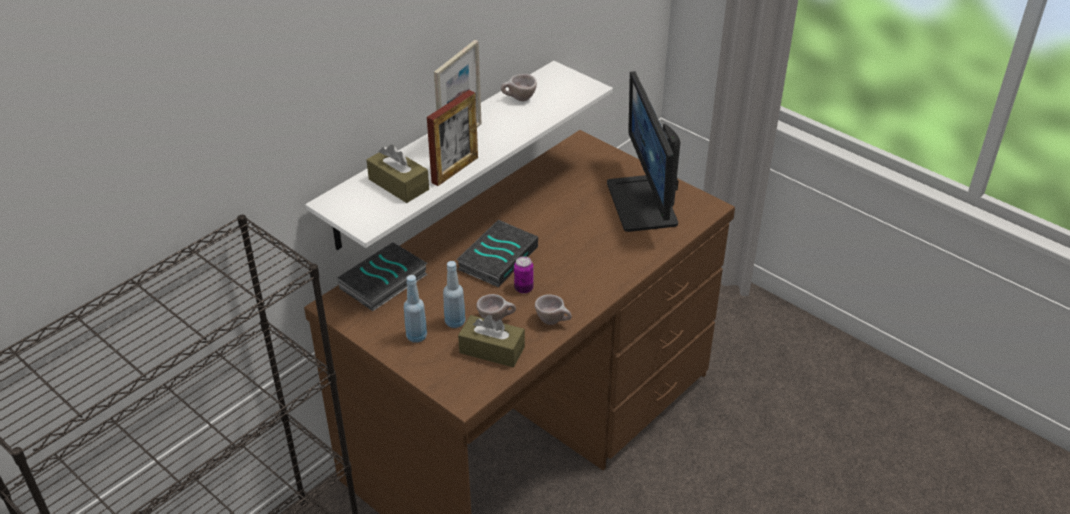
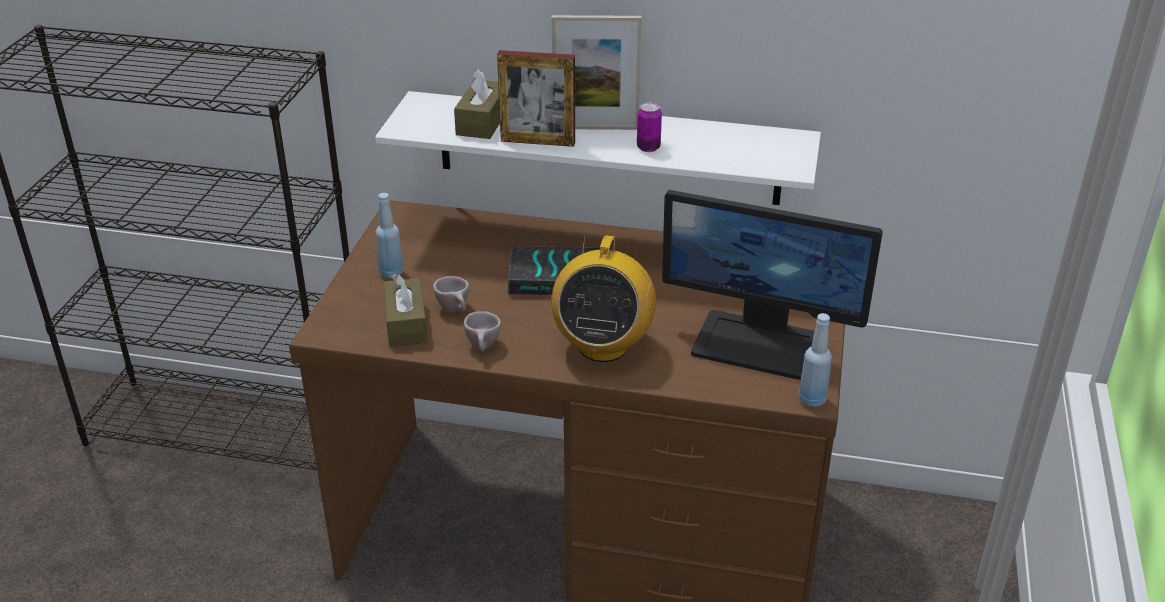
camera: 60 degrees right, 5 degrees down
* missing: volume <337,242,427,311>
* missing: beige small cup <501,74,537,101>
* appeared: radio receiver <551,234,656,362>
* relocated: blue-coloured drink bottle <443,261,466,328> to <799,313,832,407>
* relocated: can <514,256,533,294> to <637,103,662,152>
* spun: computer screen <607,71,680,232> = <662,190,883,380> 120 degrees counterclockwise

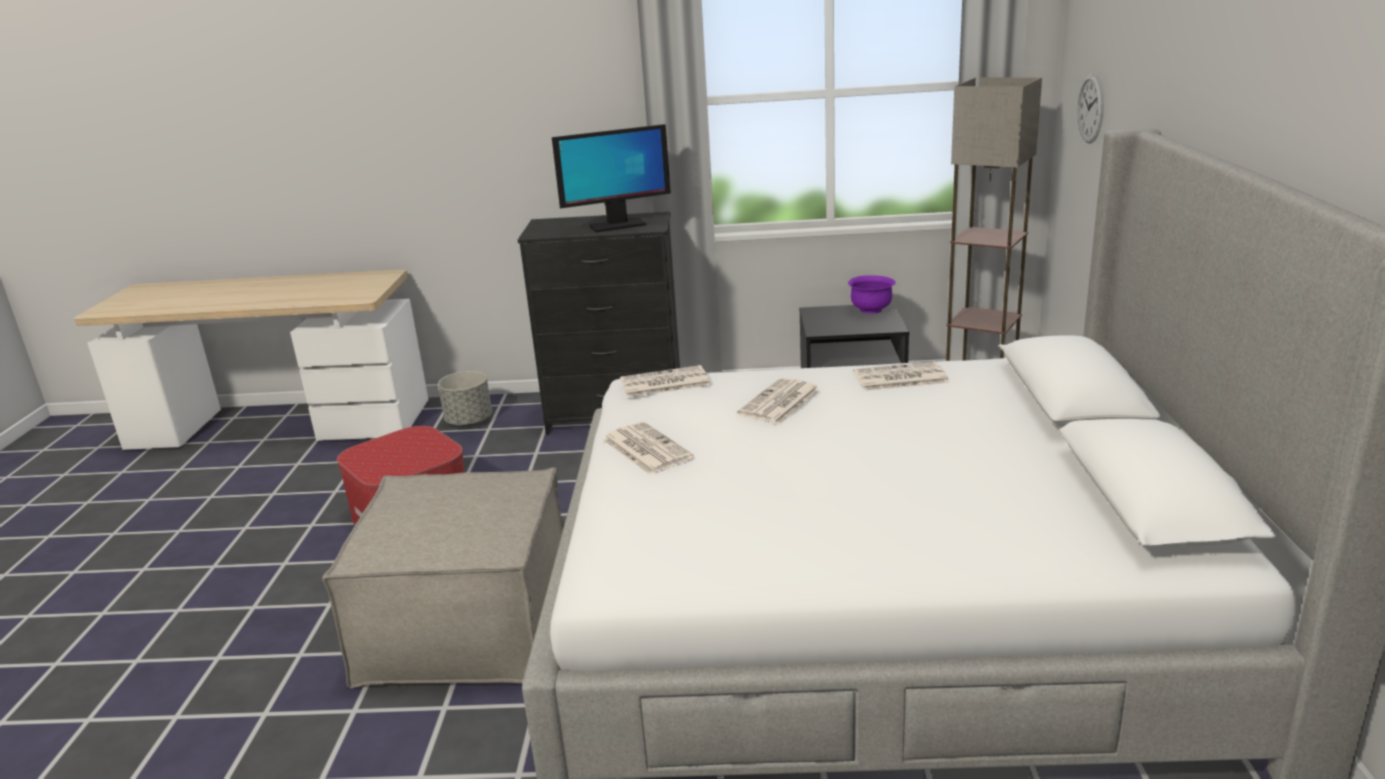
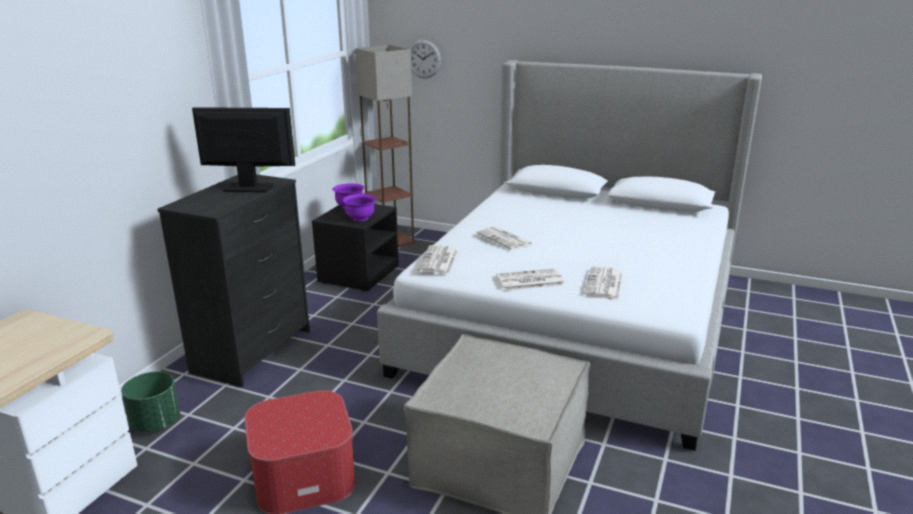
camera: 70 degrees left, 0 degrees up
* appeared: purple bowl <343,194,376,221>
* relocated: newspaper <853,361,949,391> to <584,266,623,300>
* colour: greyish flower pot <438,371,492,426> to green-coloured flower pot <121,372,180,432>
* spun: computer screen <552,124,671,232> = <192,107,295,193> 90 degrees counterclockwise

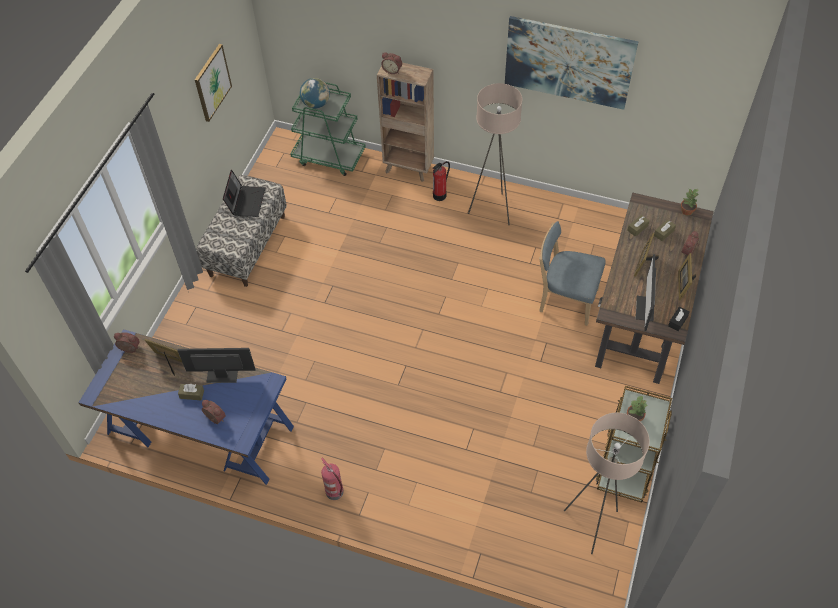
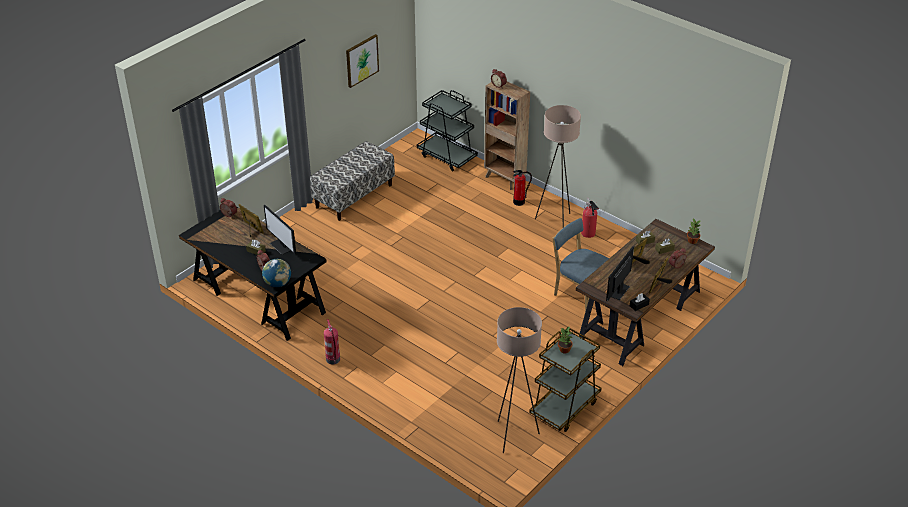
camera: 20 degrees right, 15 degrees down
* missing: notebook computer <223,170,265,217>
* missing: wall art <505,16,639,110>
* appeared: extinguisher <581,198,599,238>
* relocated: world globe <300,78,330,108> to <262,259,291,287>
* colour: blue-coloured desk table <78,329,294,485> to black-coloured desk table <179,206,327,341>
* colour: green-coloured wheeled cart <290,82,366,176> to black-coloured wheeled cart <417,90,478,171>
* spun: computer screen <177,348,255,383> = <264,205,296,255> 150 degrees counterclockwise

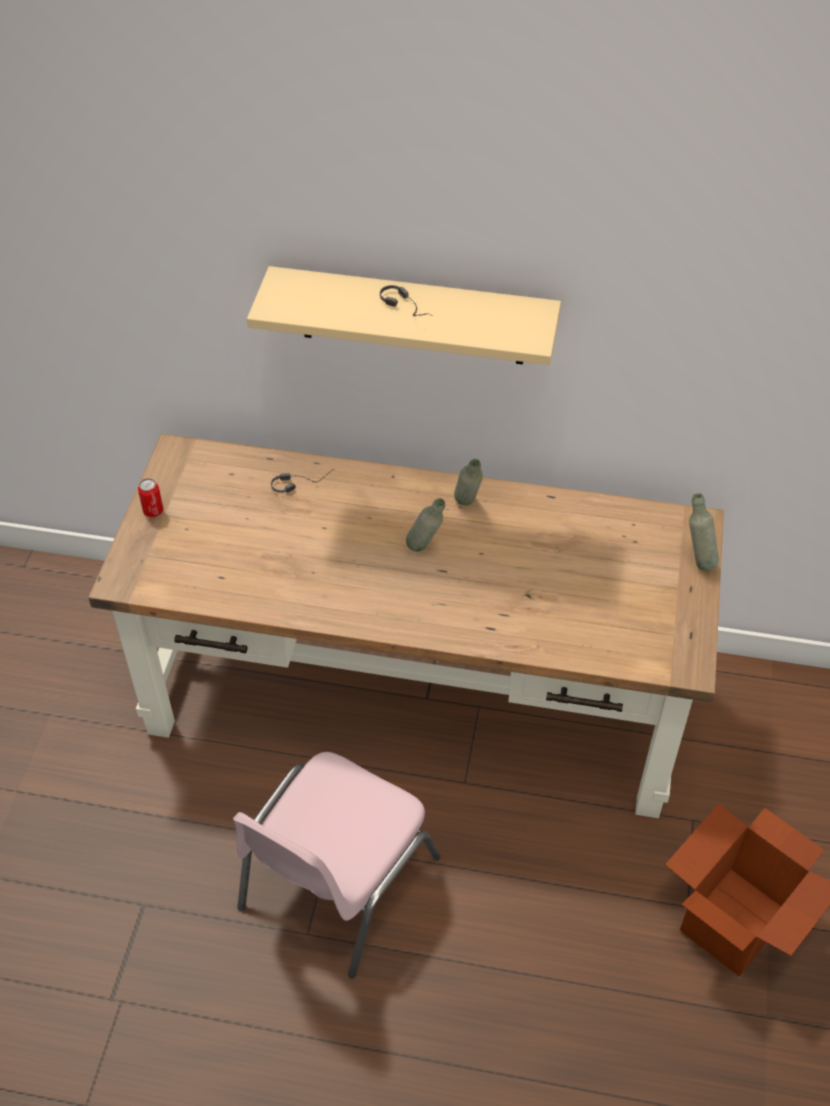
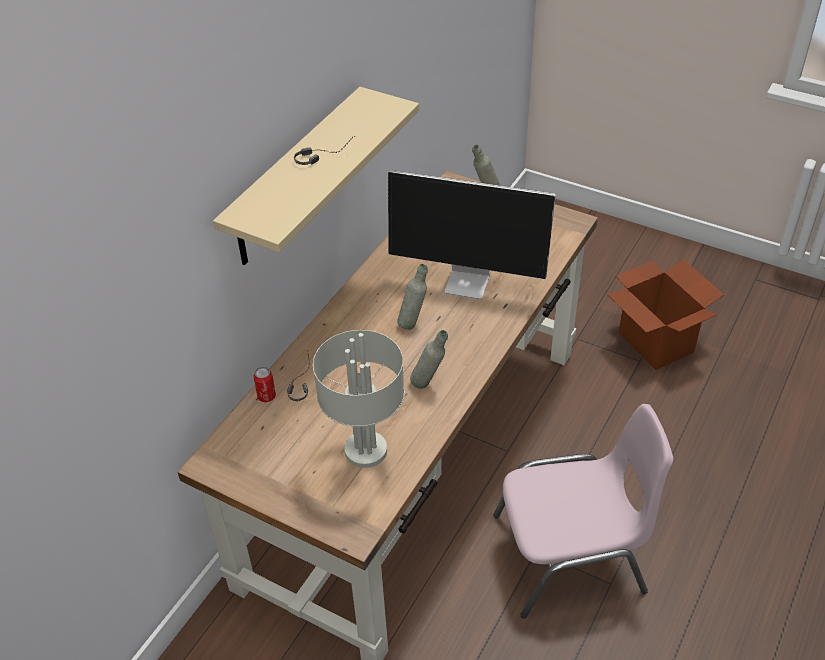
camera: 70 degrees left, 5 degrees down
* appeared: greyish tabletop lamp <313,330,404,468>
* appeared: computer screen <388,170,556,300>
* relocated: can <138,478,163,517> to <253,367,276,402>
* relocated: greyish drink bottle <454,459,483,505> to <410,330,448,389>
* spun: pink plain chair <233,752,441,978> = <493,404,673,619> 60 degrees counterclockwise

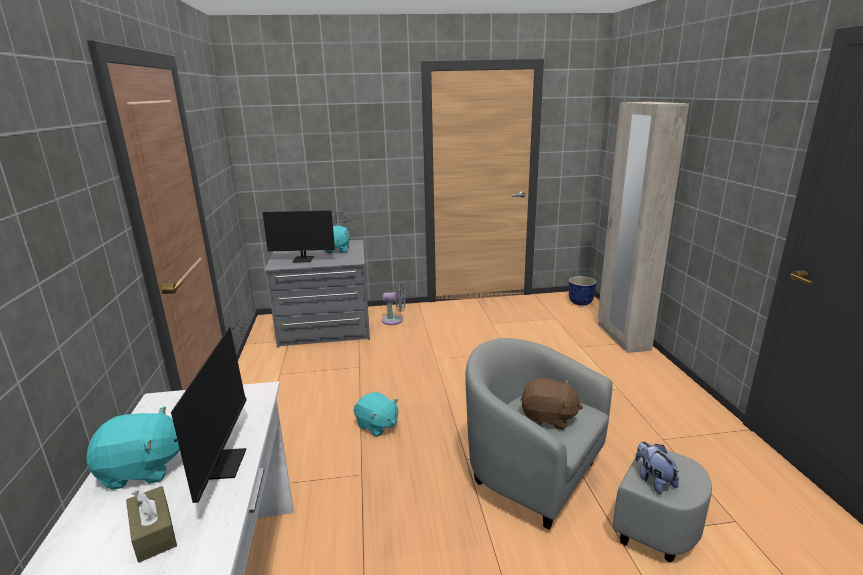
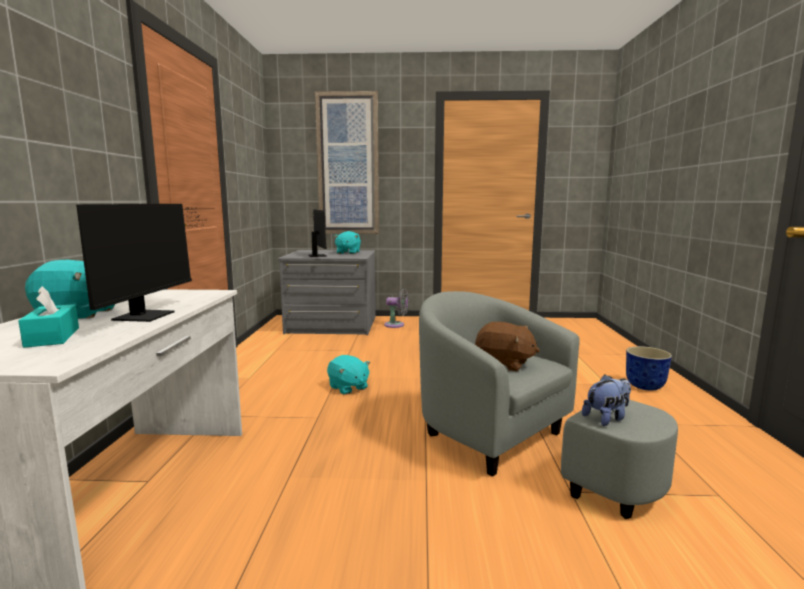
camera: 10 degrees right, 10 degrees down
* missing: beige wardrobe <598,102,689,353>
* appeared: wall art <315,91,379,234>
* relocated: flower pot <569,276,597,306> to <626,346,672,391>
* colour: brownish box of tissues <126,486,177,563> to turquoise-coloured box of tissues <18,286,79,348>
* spun: computer screen <262,211,350,263> = <308,209,327,257> 120 degrees counterclockwise
* spun: cuddly toy <635,442,679,495> = <582,374,631,426> 75 degrees clockwise

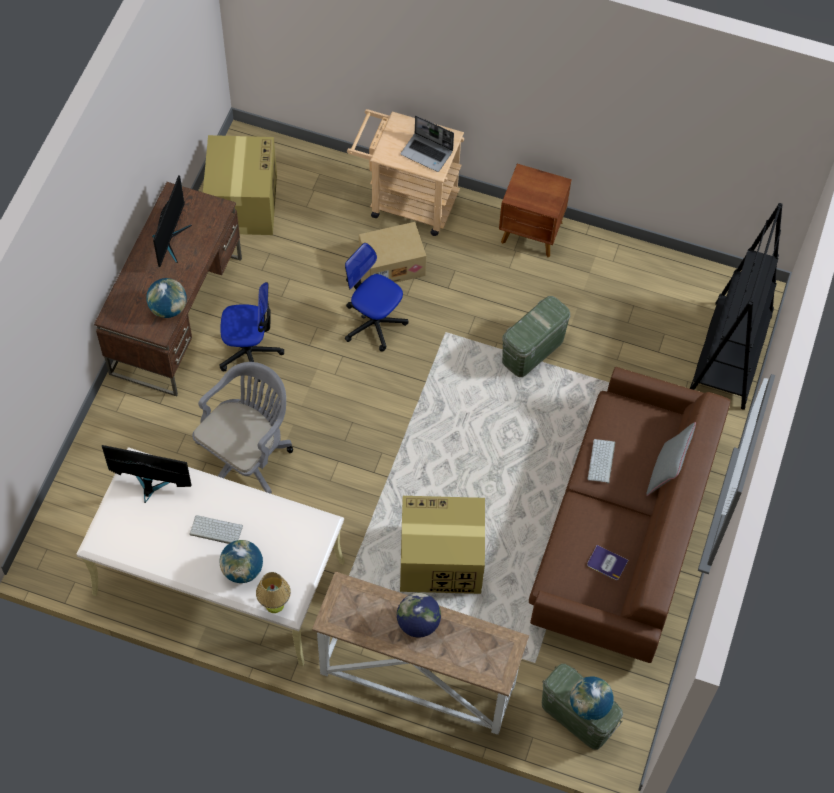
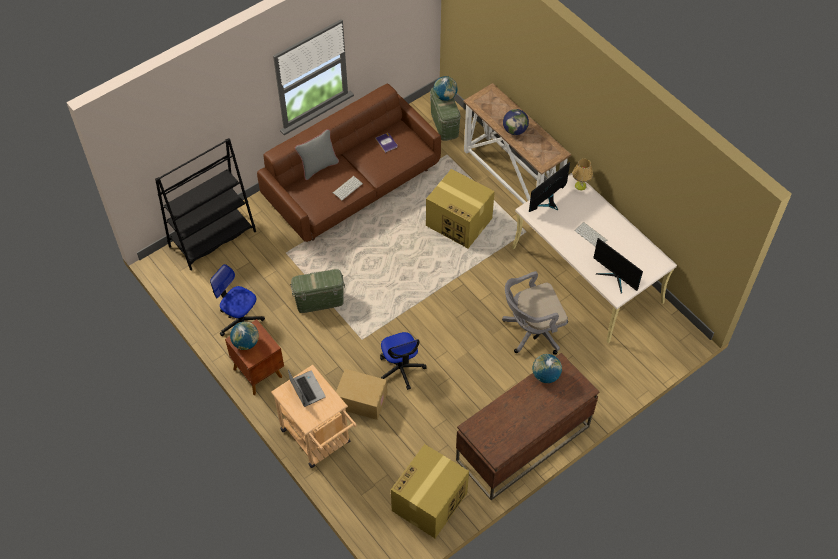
camera: 145 degrees left, 5 degrees down
* relocated: computer screen <152,175,192,267> to <529,162,570,212>
* relocated: computer chair <219,282,284,382> to <210,264,265,336>
* relocated: world globe <220,540,263,583> to <230,322,259,350>

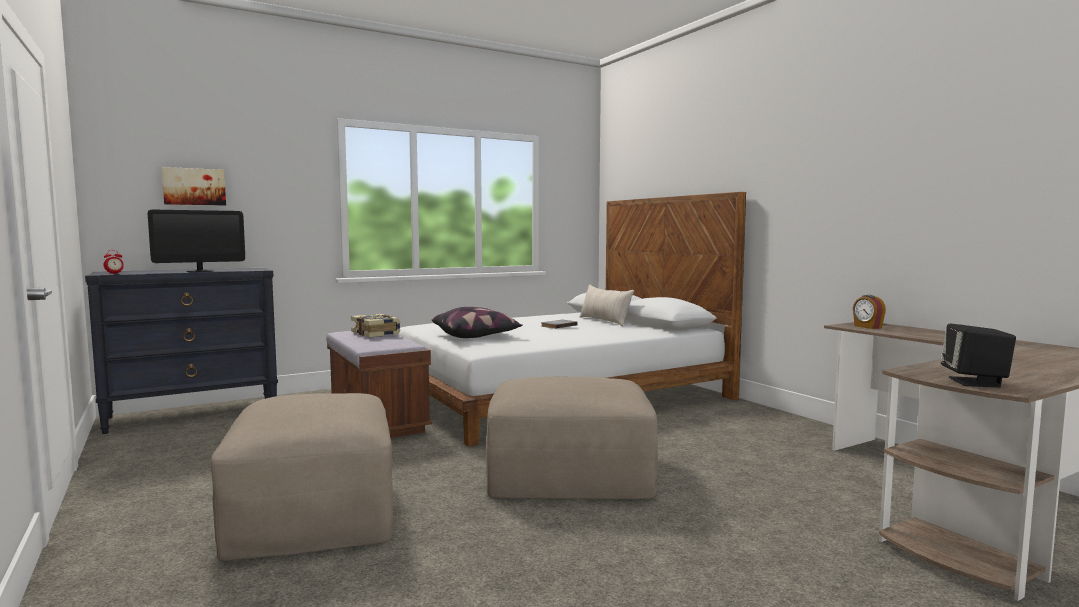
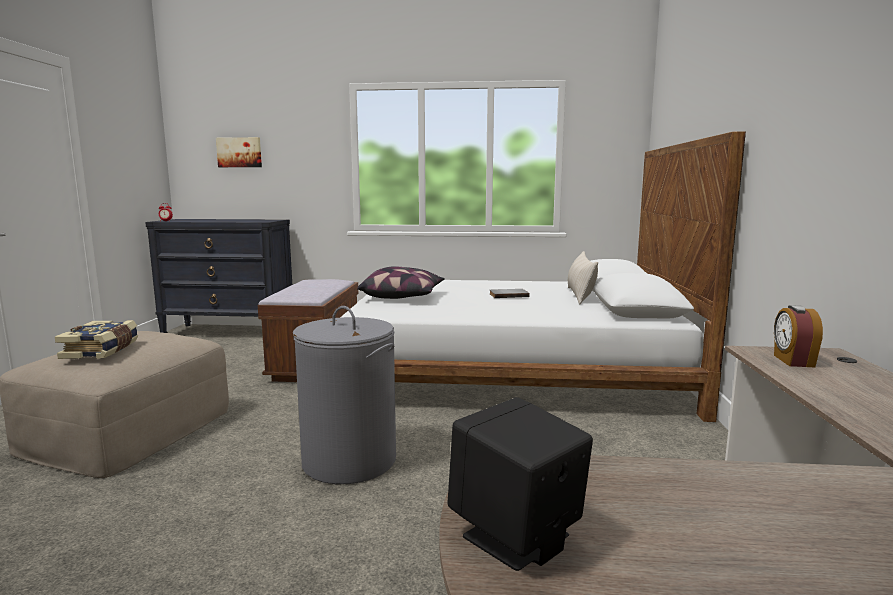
camera: 35 degrees right, 5 degrees up
* missing: computer screen <148,210,245,272>
* relocated: volume <351,314,401,338> to <55,320,138,359>
* exchanged: beige ottoman <486,377,658,499> to greyish laundry basket <293,306,396,484>

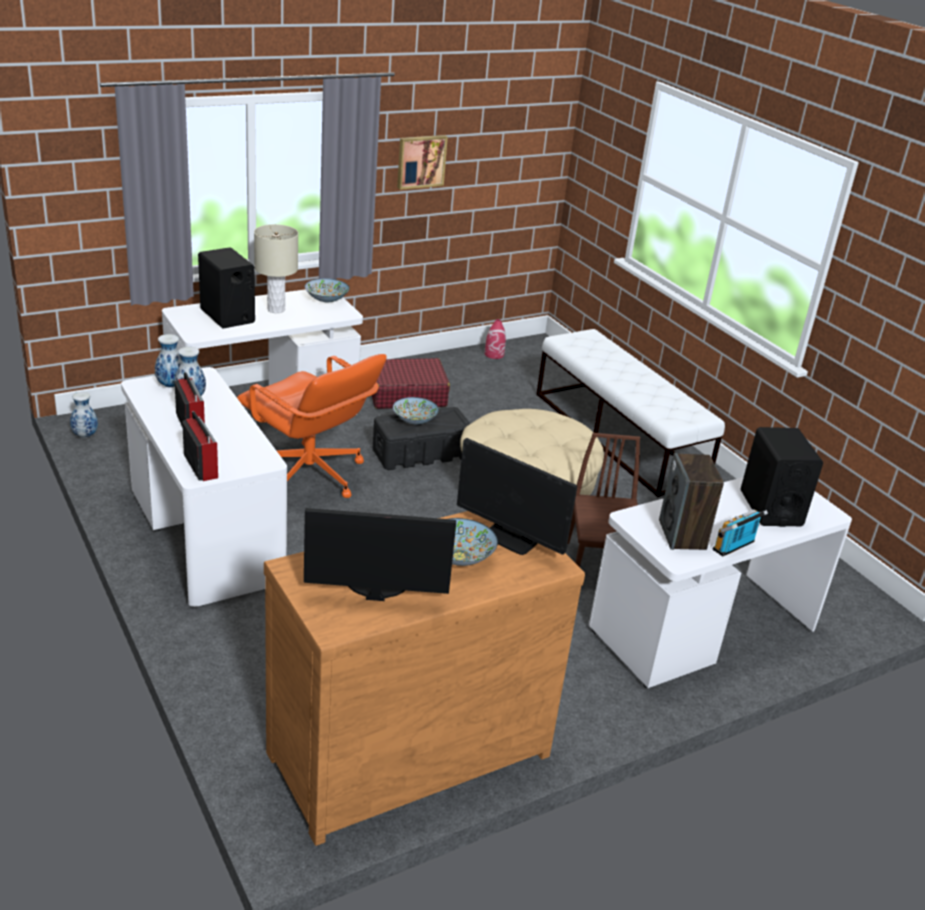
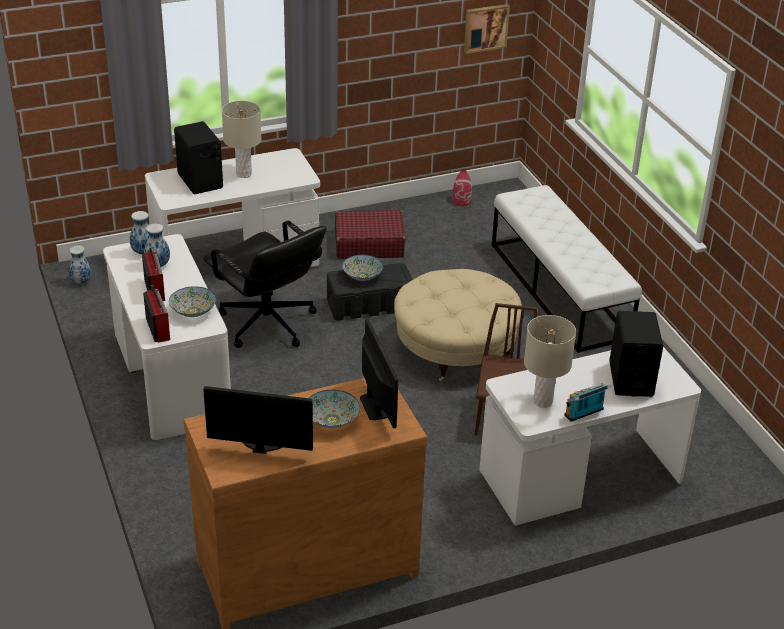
camera: 10 degrees right, 5 degrees up
* relocated: bowl <305,278,350,302> to <169,286,216,317>
* relocated: wall art <397,135,448,190> to <464,4,510,54>
* exchanged: loudspeaker <659,453,724,550> to beige tabletop lamp <524,315,576,408>
* colour: orangey computer chair <237,354,387,498> to black-coloured computer chair <203,221,326,348>
* spun: computer screen <457,438,577,555> = <360,319,398,429> 150 degrees counterclockwise

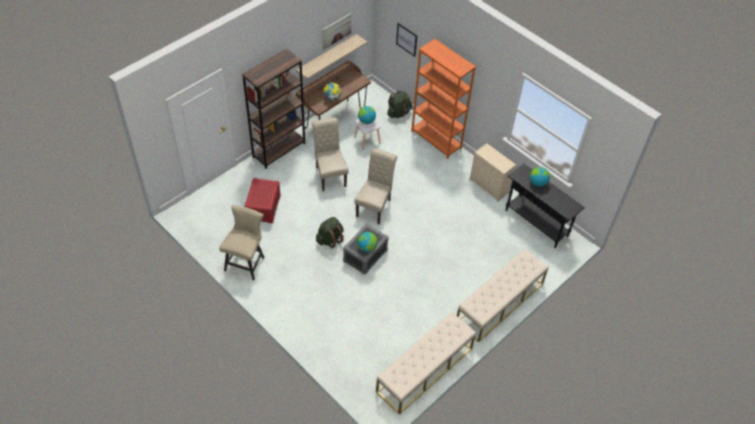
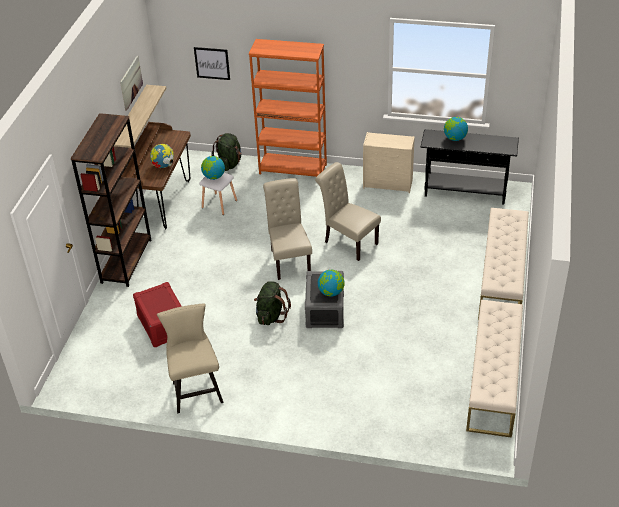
camera: 30 degrees left, 10 degrees down
* relocated: beige plain chair <312,118,348,191> to <315,162,381,261>

